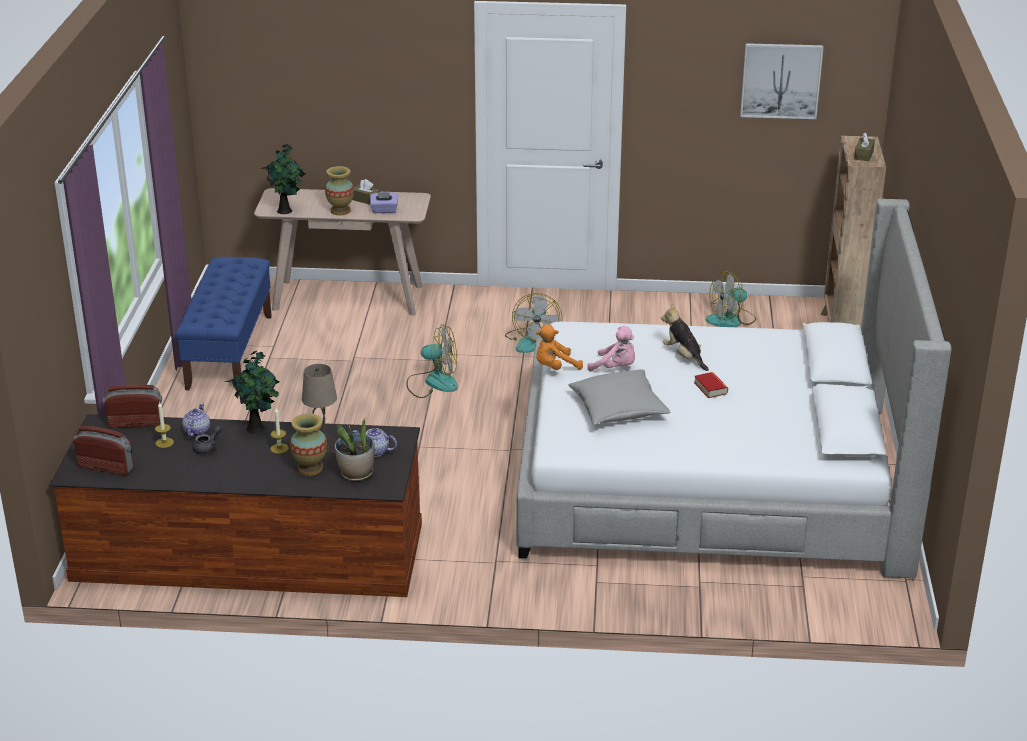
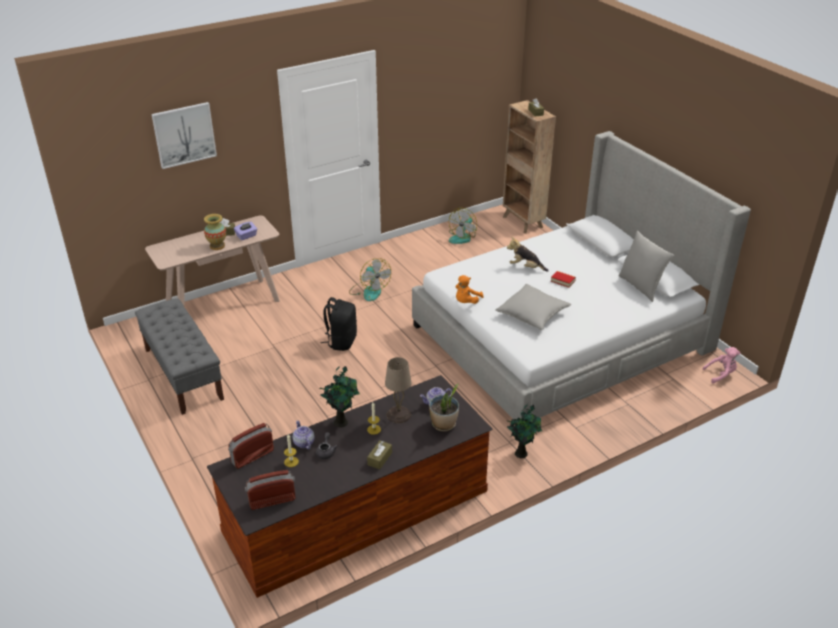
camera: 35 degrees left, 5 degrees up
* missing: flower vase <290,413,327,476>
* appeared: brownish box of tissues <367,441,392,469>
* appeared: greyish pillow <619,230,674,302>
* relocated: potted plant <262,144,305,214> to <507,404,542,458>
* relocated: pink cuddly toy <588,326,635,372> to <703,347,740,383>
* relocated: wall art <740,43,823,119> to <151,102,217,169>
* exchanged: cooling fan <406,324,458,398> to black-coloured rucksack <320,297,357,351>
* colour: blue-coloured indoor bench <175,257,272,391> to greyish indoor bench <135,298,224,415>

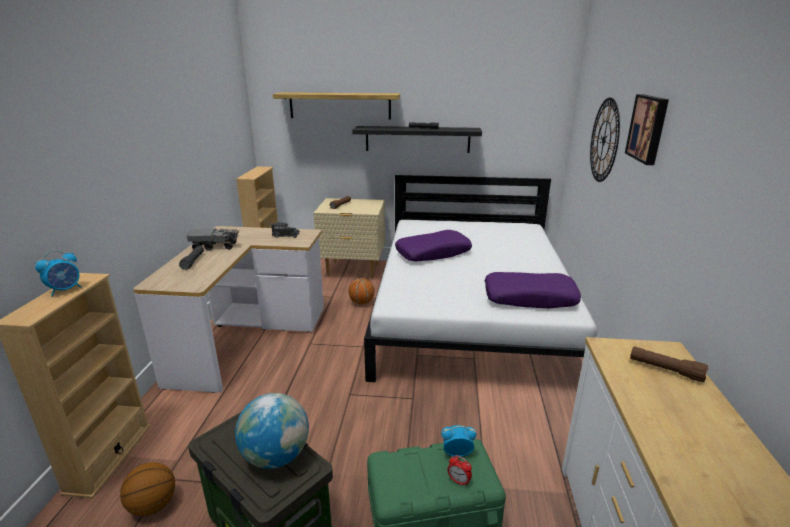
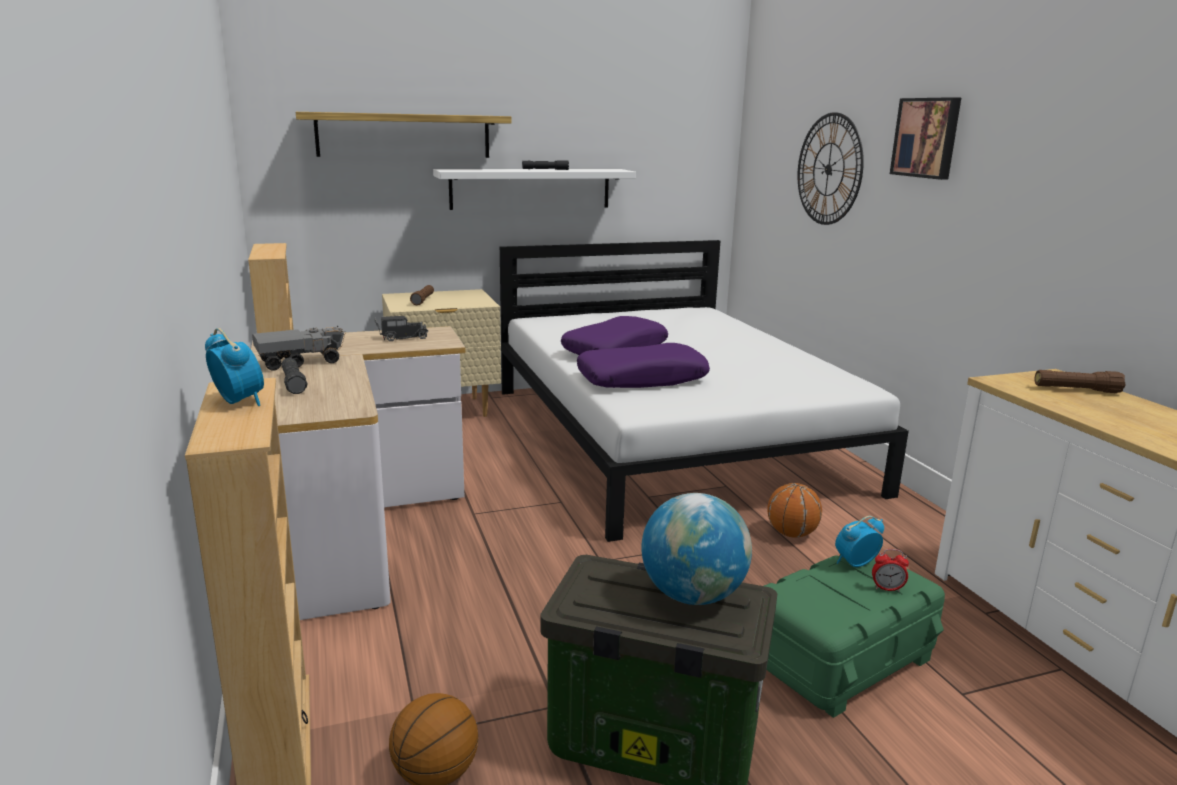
camera: 25 degrees left, 5 degrees down
* relocated: ball for basketball <348,278,375,305> to <767,483,822,538>
* relocated: purple pillow <485,272,581,308> to <577,343,710,388>
* colour: black-coloured wall shelf <352,126,482,153> to white-coloured wall shelf <433,169,636,210>
* spun: alarm clock <35,251,81,297> = <205,328,264,406> 60 degrees counterclockwise

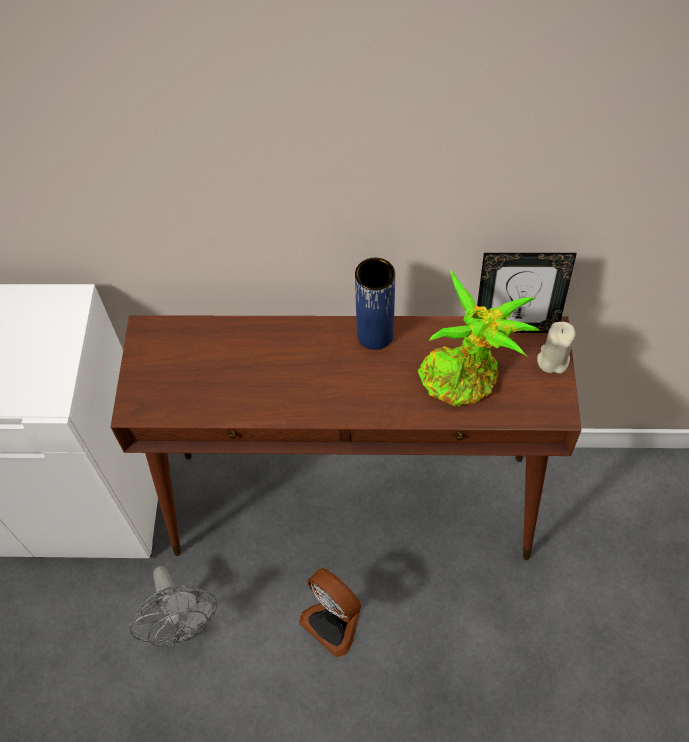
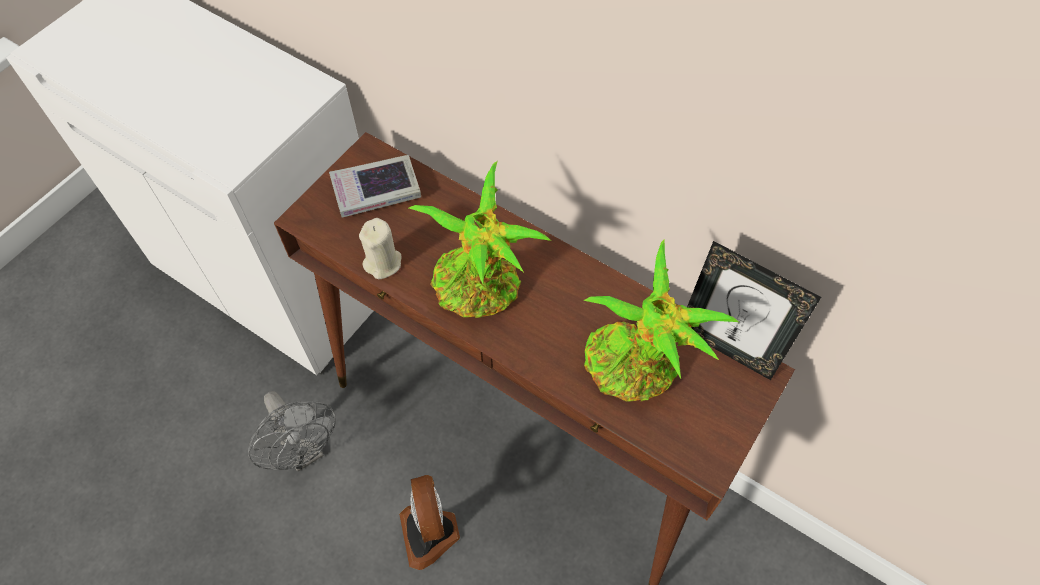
camera: 30 degrees right, 0 degrees up
* missing: blue-coloured flower vase <355,258,395,350>
* appeared: volume <329,155,421,218>
* appeared: potted plant <409,161,551,318>
* relocated: beige wax light <537,322,575,374> to <359,218,402,279>
* spun: greyish cooling fan <129,566,217,647> = <248,391,336,472> 45 degrees counterclockwise

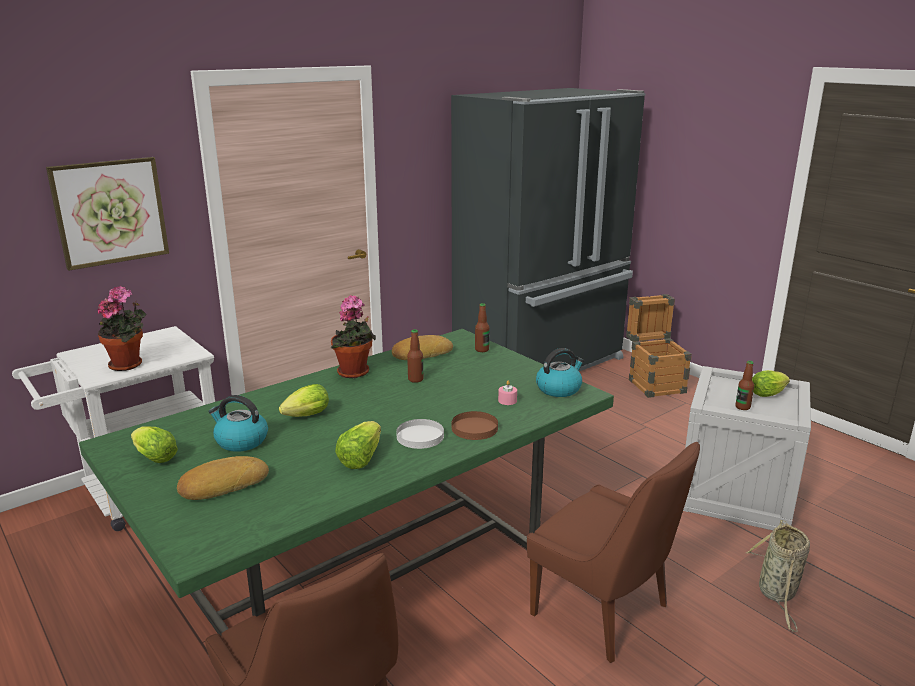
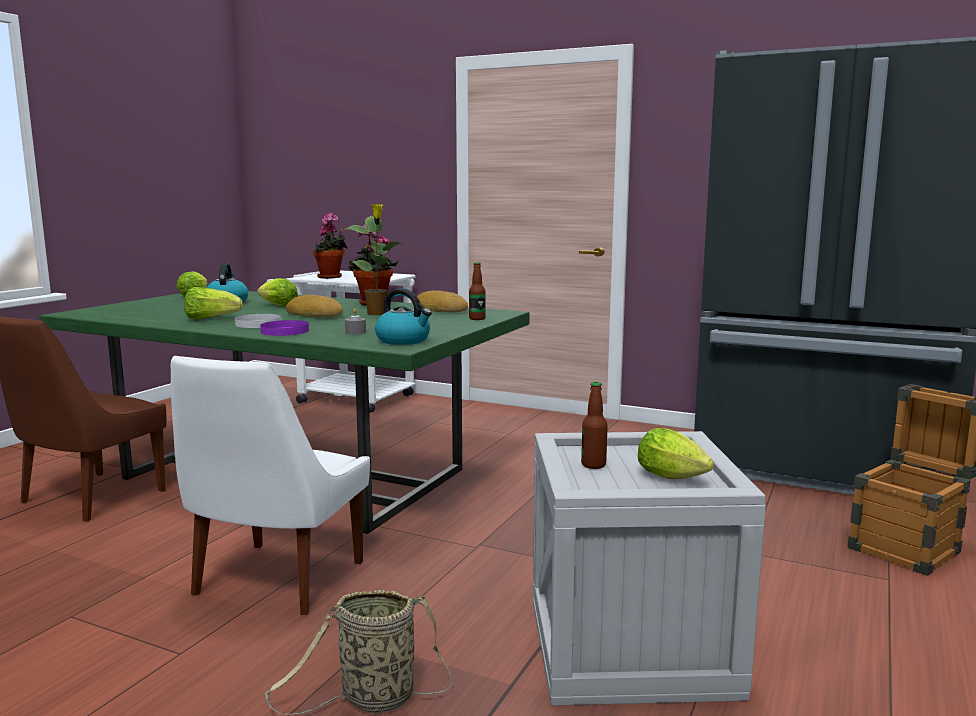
camera: 65 degrees right, 10 degrees down
* missing: wall art <46,157,169,271>
* relocated: bread <177,456,269,500> to <286,295,343,317>
* exchanged: drink bottle <407,329,423,383> to potted plant <346,204,401,315>
* colour: brownish dinner plate <452,411,498,440> to purple dinner plate <260,320,309,336>
* colour: pink wax light <498,380,517,405> to greyish wax light <345,308,366,335>
* colour: brownish plain chair <527,442,700,663> to white-coloured plain chair <171,356,370,616>

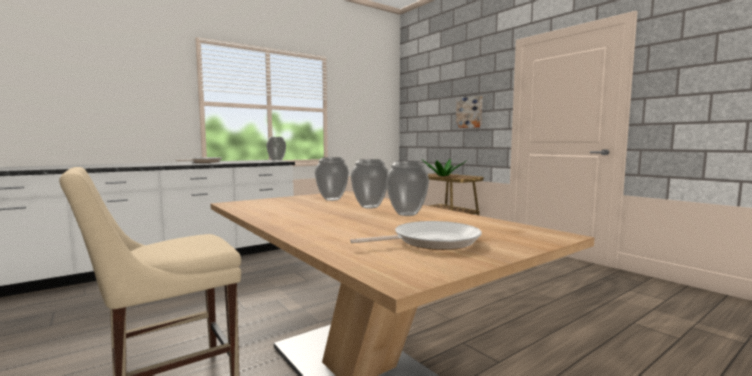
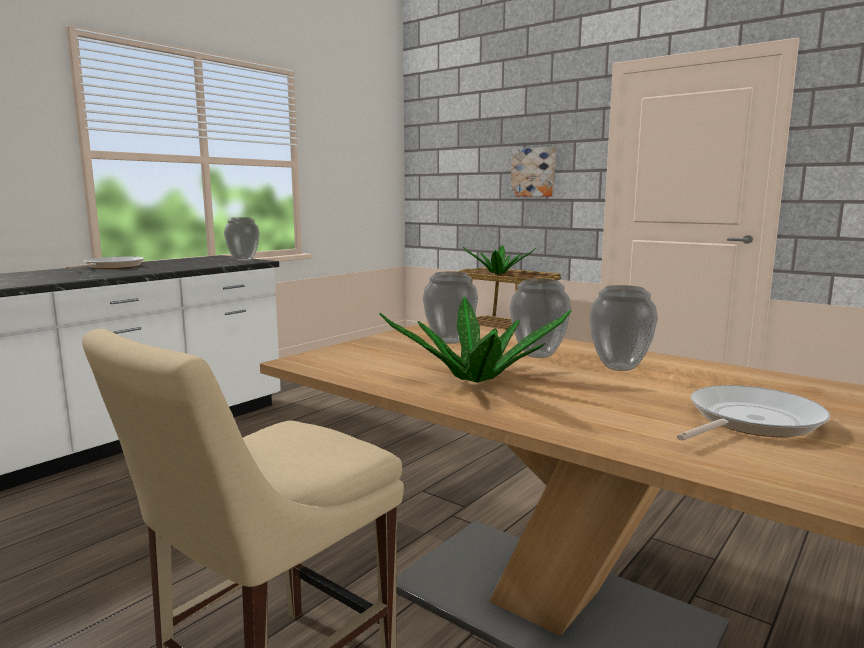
camera: 15 degrees left, 5 degrees up
* appeared: potted plant <379,296,571,383>

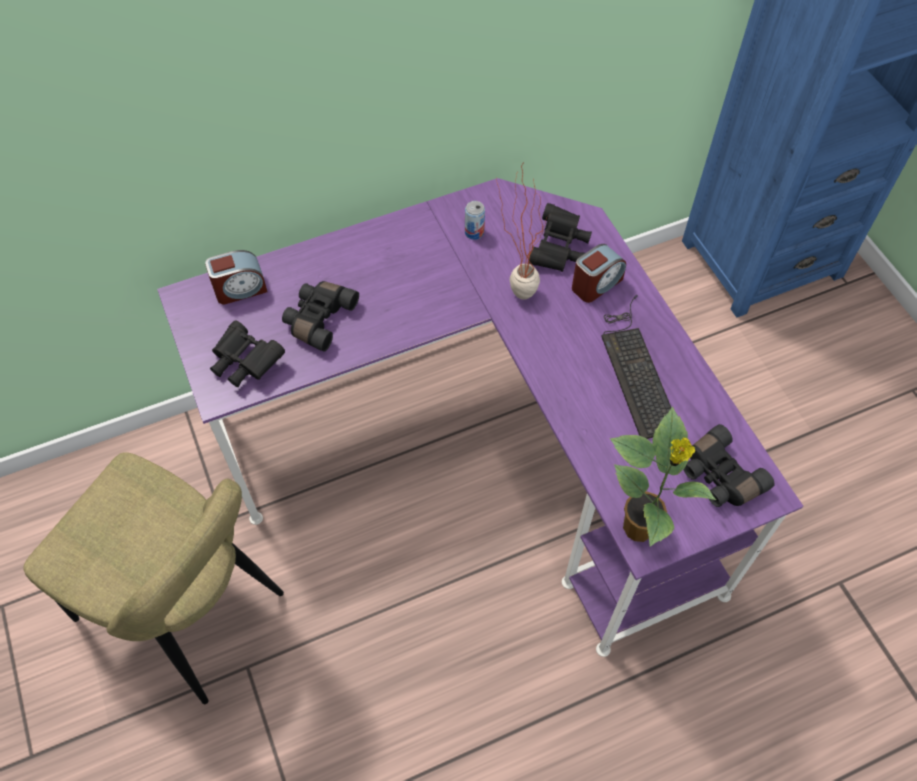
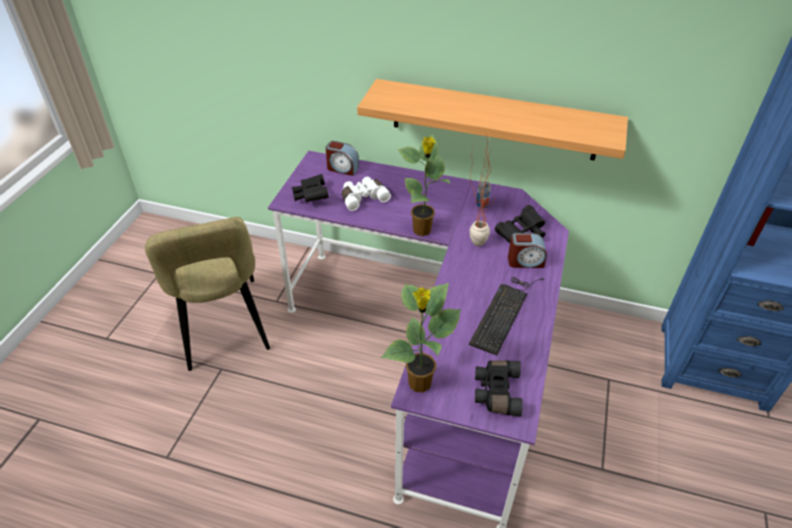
camera: 40 degrees right, 15 degrees down
* appeared: wall shelf <357,79,628,160>
* appeared: potted plant <398,134,451,236>
* colour: black-coloured field glasses <282,281,359,352> to white-coloured field glasses <342,177,391,211>

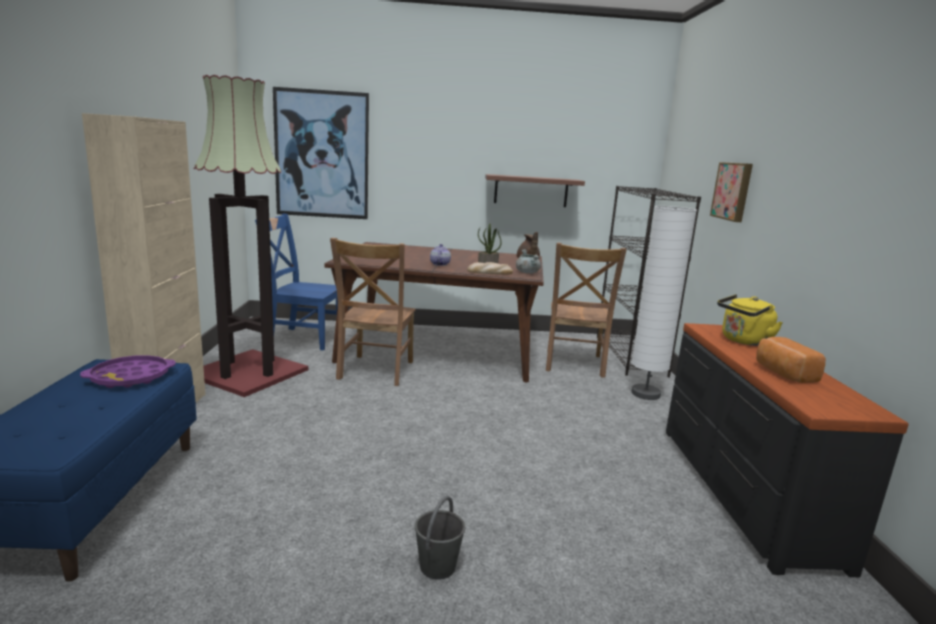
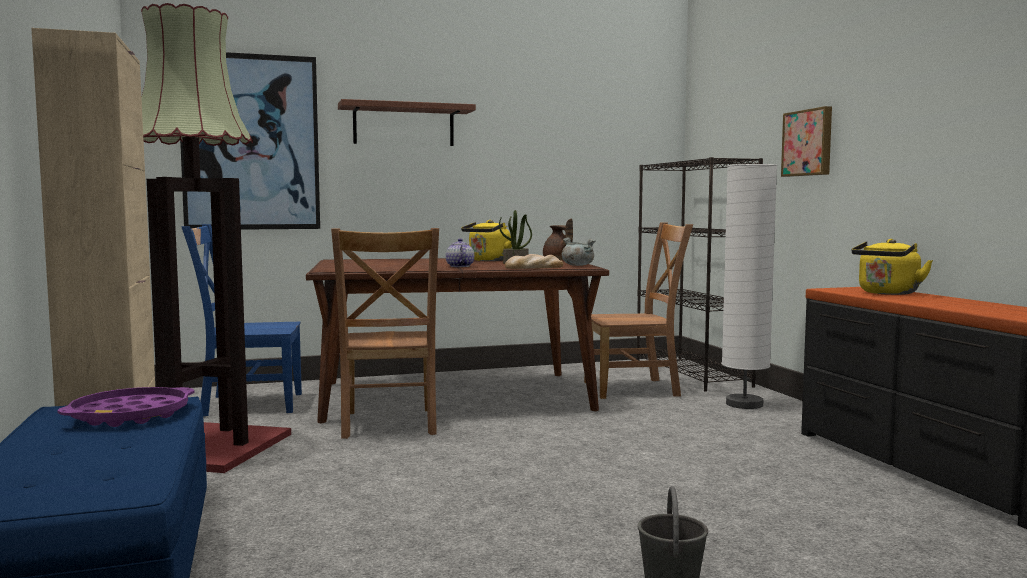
camera: 15 degrees left, 10 degrees down
* missing: bread <756,337,826,383>
* appeared: yellow-coloured tea kettle <461,220,512,261>
* relocated: wall shelf <485,174,585,207> to <338,99,476,146>
* spun: brownish plain chair <546,243,627,377> = <584,222,693,399> 90 degrees counterclockwise

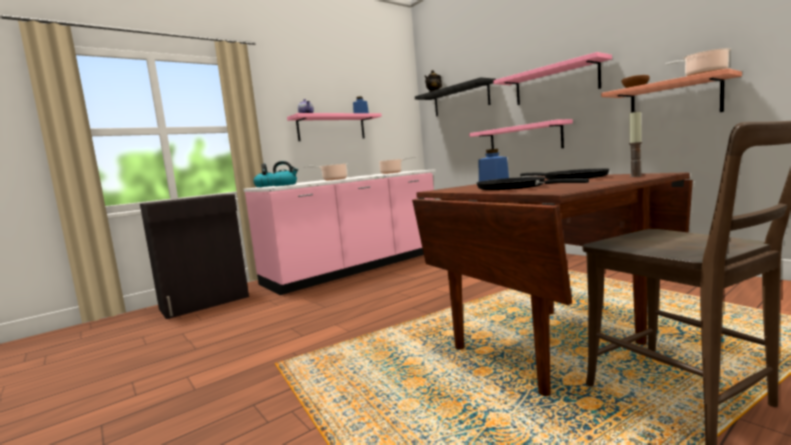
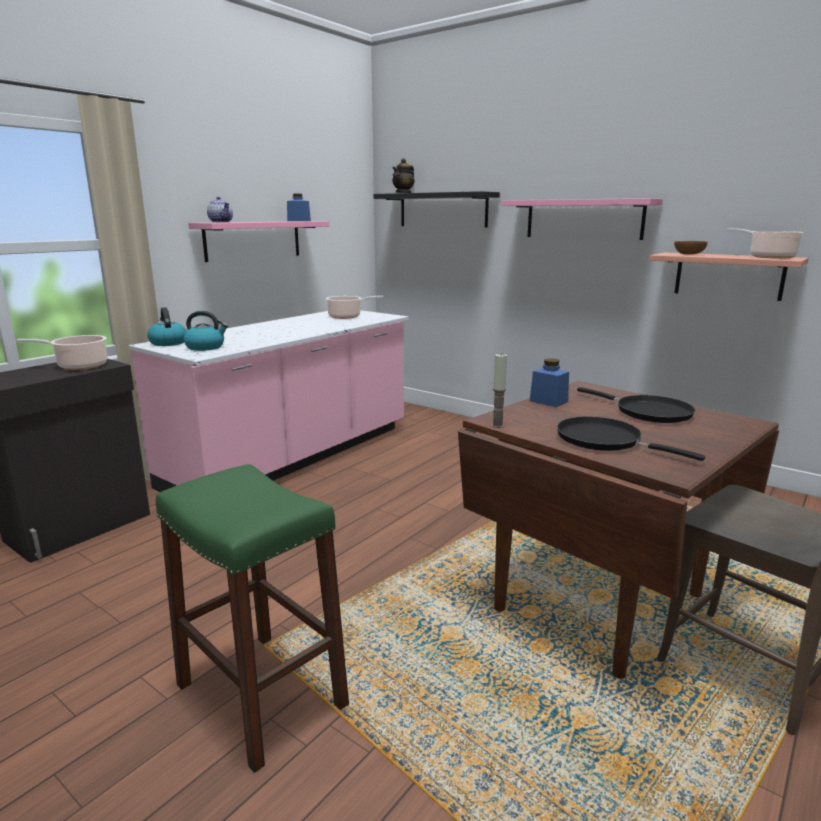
camera: 15 degrees left, 10 degrees up
* missing: pink wall shelf <469,119,573,149>
* appeared: green-coloured stool <156,464,349,773>
* relocated: saucepot <303,164,347,180> to <16,335,107,370>
* relocated: wax light <629,111,642,177> to <492,354,507,428>

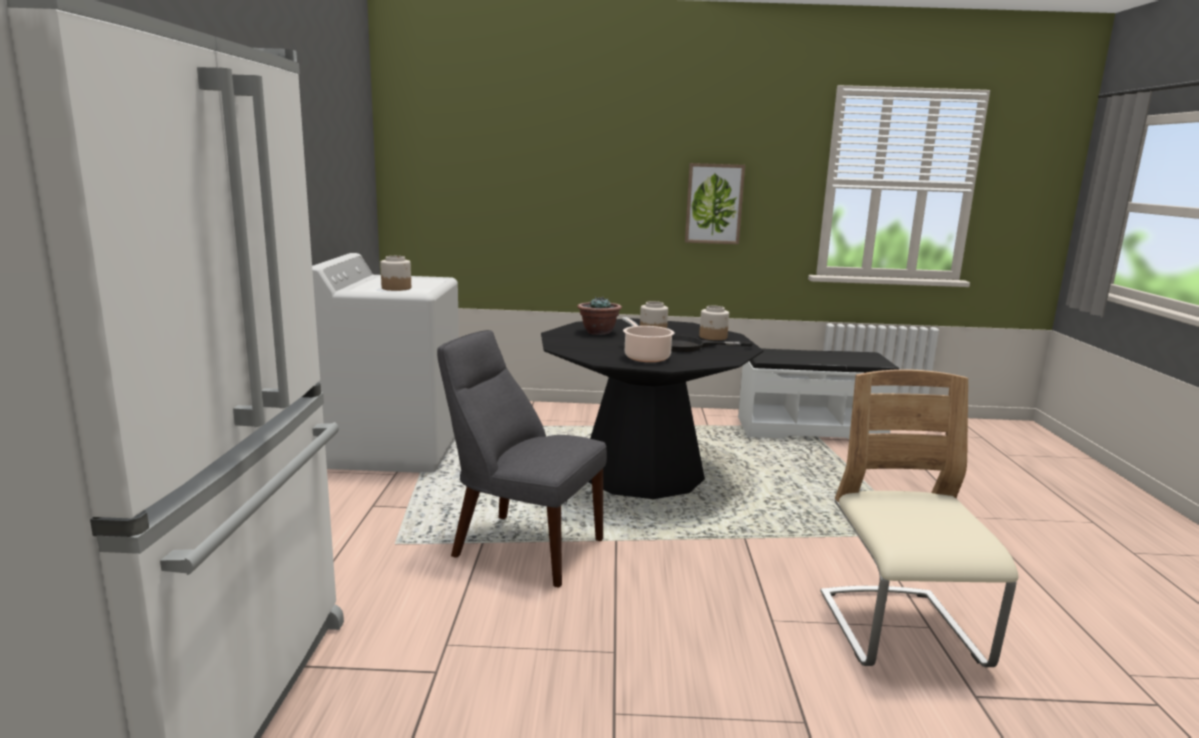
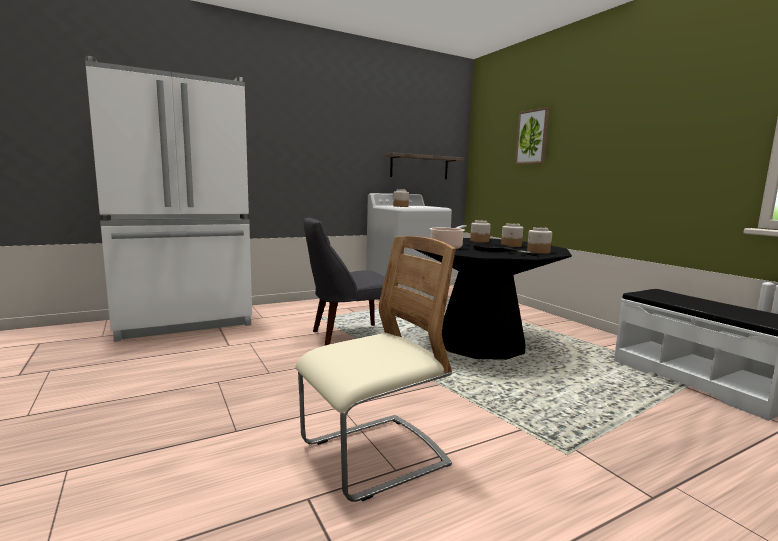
camera: 60 degrees right, 5 degrees down
* appeared: wall shelf <383,152,464,179>
* relocated: wall art <685,163,745,244> to <515,107,549,164>
* exchanged: potted plant <577,296,622,335> to preserve jar <470,220,491,242>
* spun: greyish plain chair <437,330,607,588> = <304,217,385,345> 105 degrees counterclockwise

